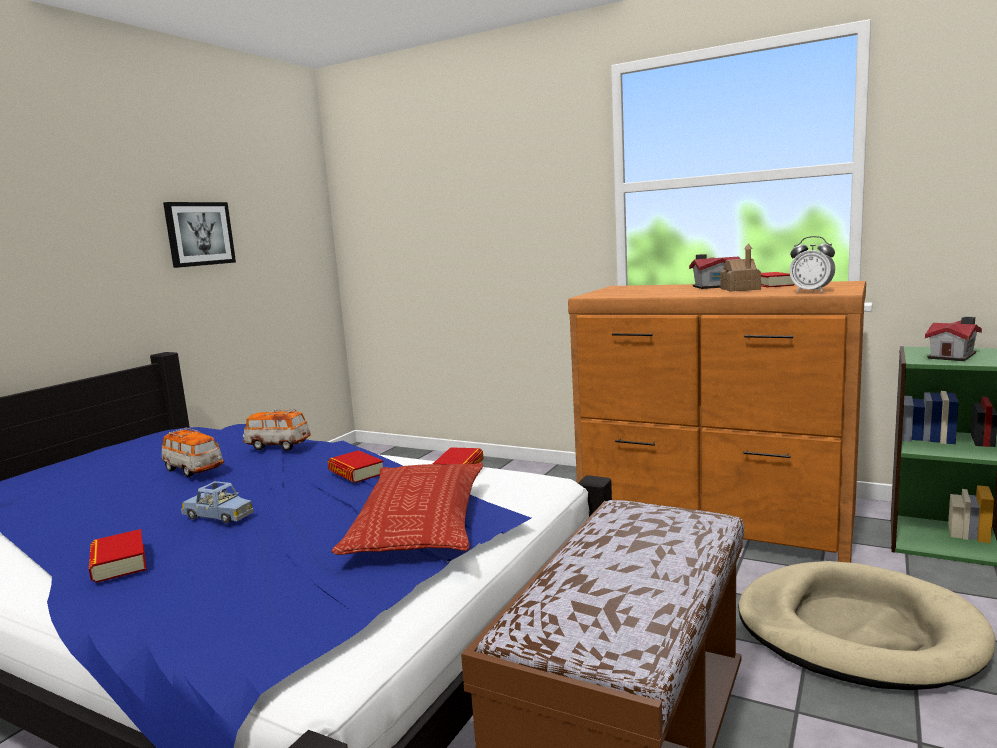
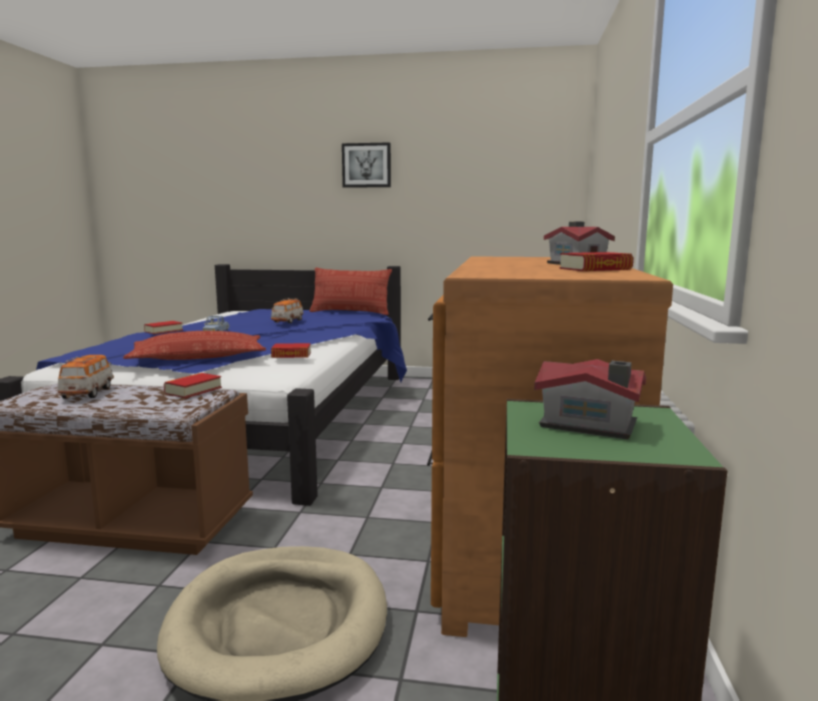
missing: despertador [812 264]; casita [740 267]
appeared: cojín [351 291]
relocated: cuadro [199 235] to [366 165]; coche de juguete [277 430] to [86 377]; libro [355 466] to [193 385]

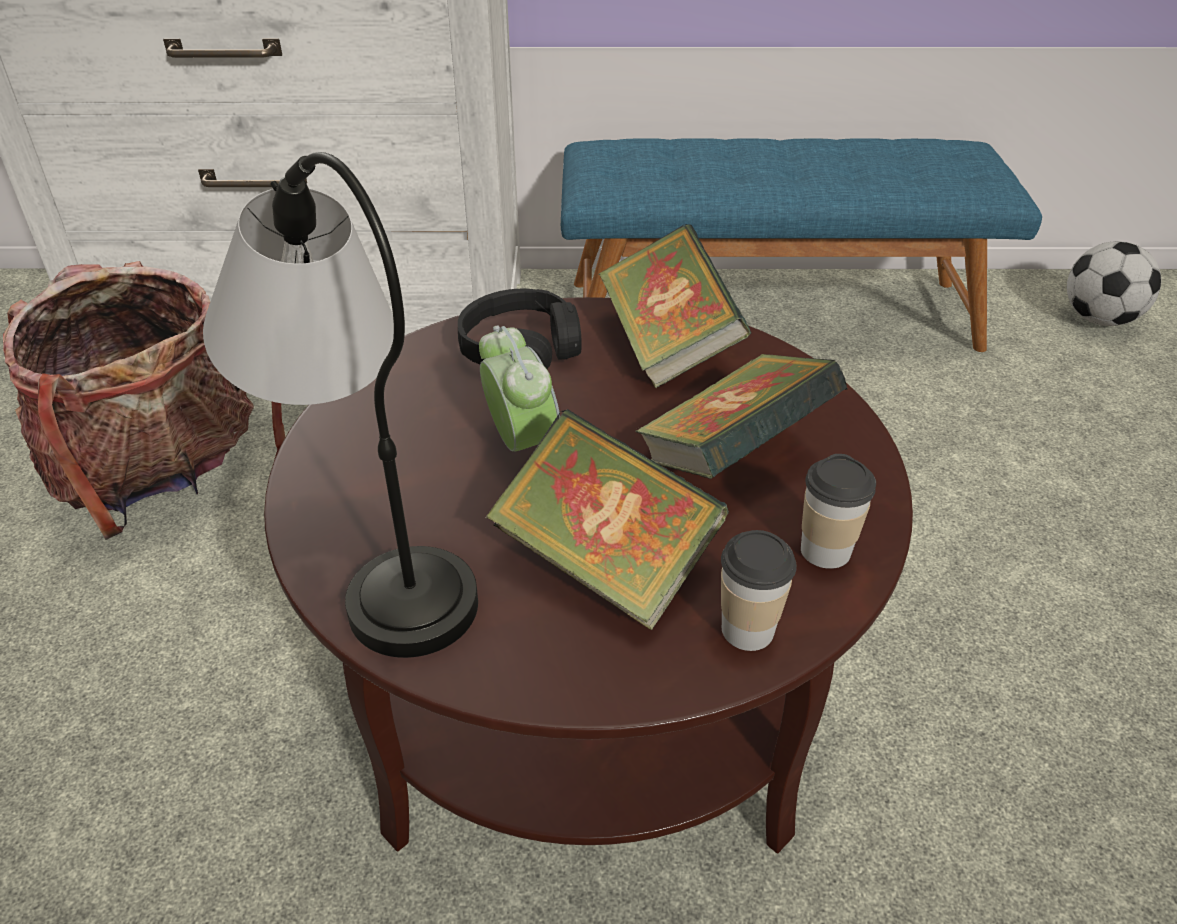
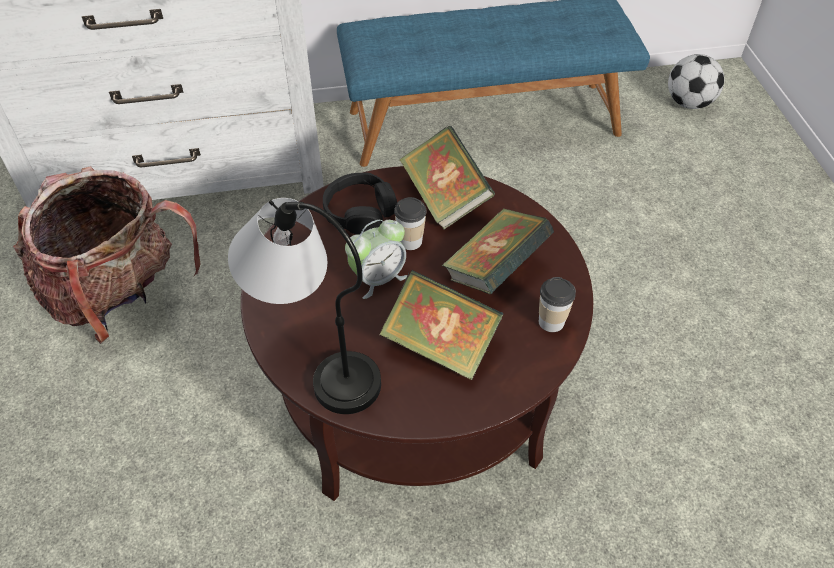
relocated: taza [759 590] to [410 223]
spun: despertador [519 388] = [376 259] 90 degrees clockwise

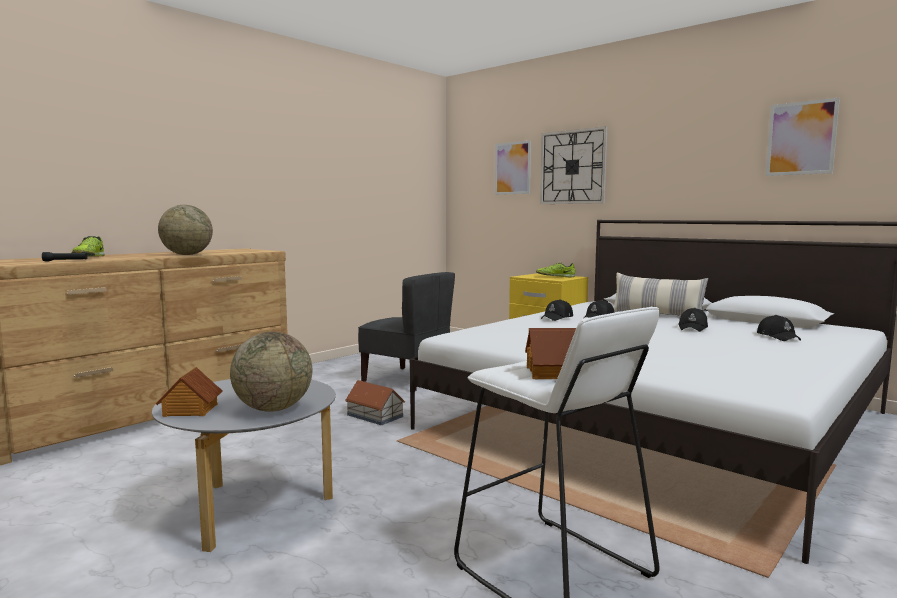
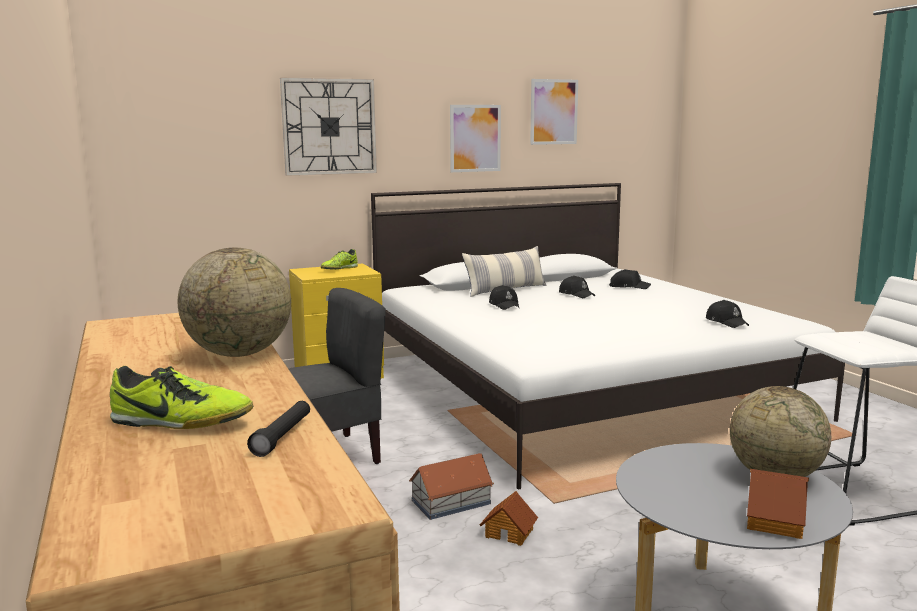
relocated: cuadro [513 168] to [475 138]; gorra [negro] [557 310] to [727 314]; casita [550 353] to [509 518]

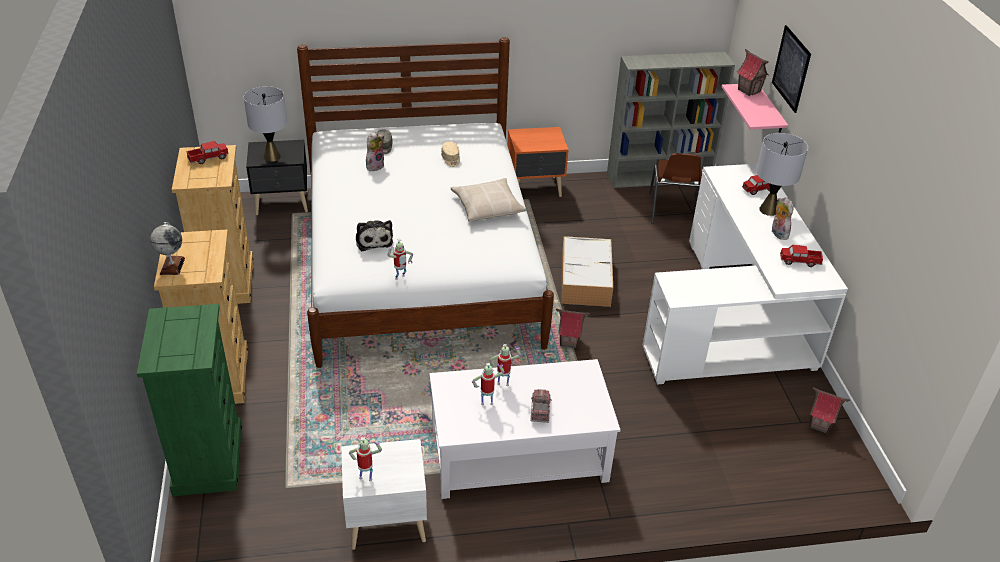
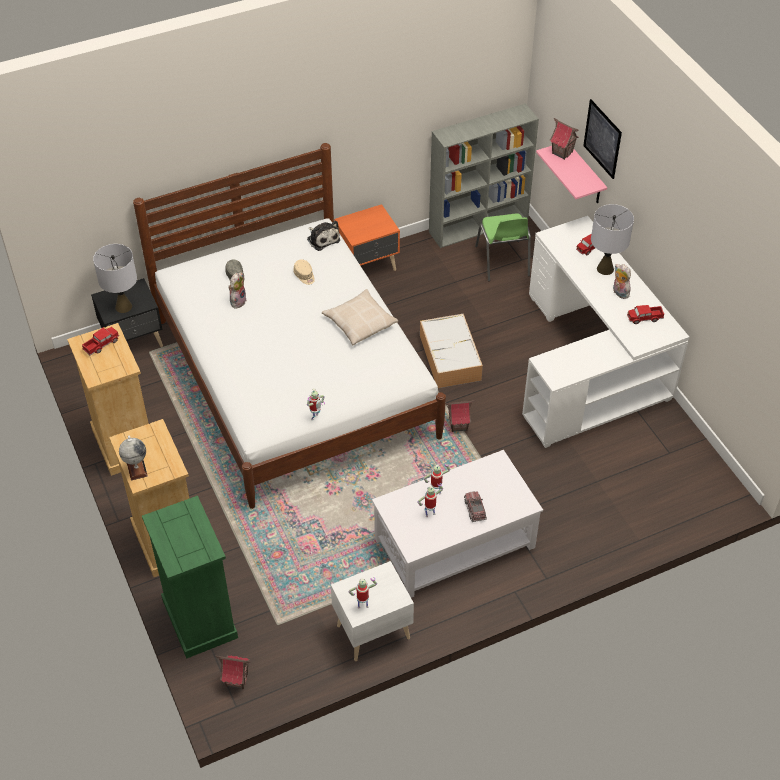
relocated: peluche [374 235] to [323 236]; casita [829 410] to [233 673]
colour: silla [marrón] [676 188] to silla [verde] [503 247]

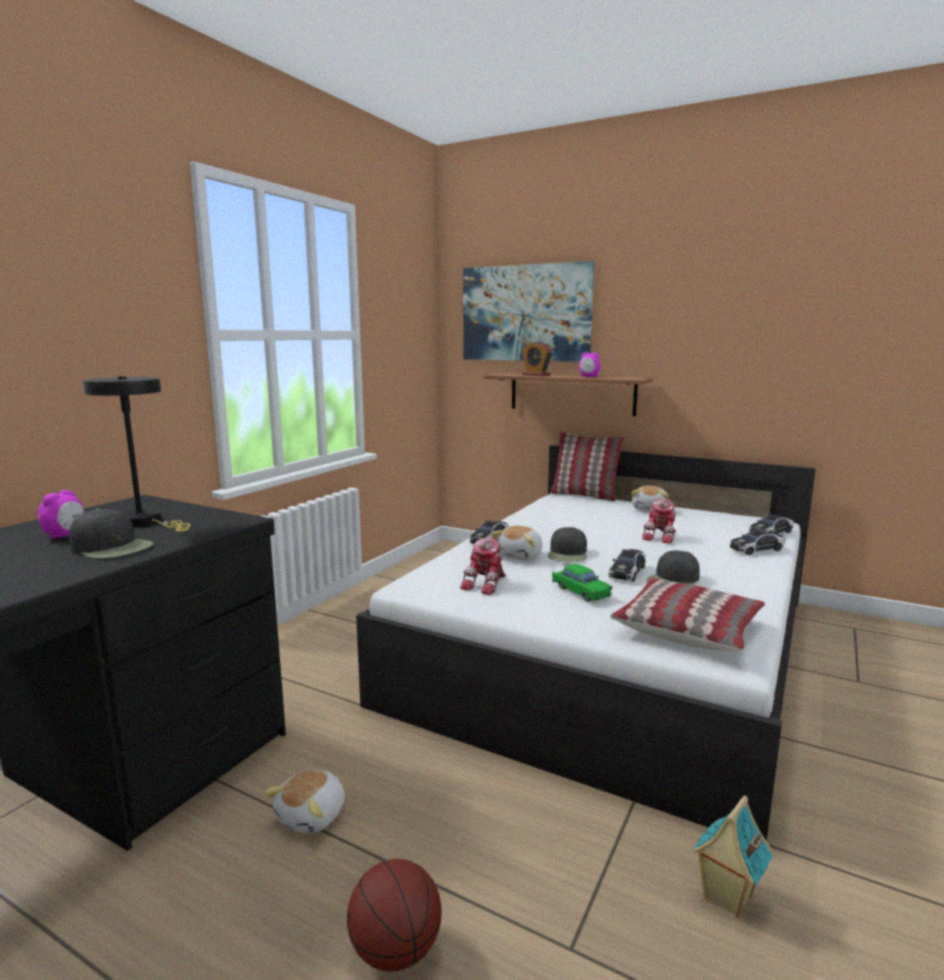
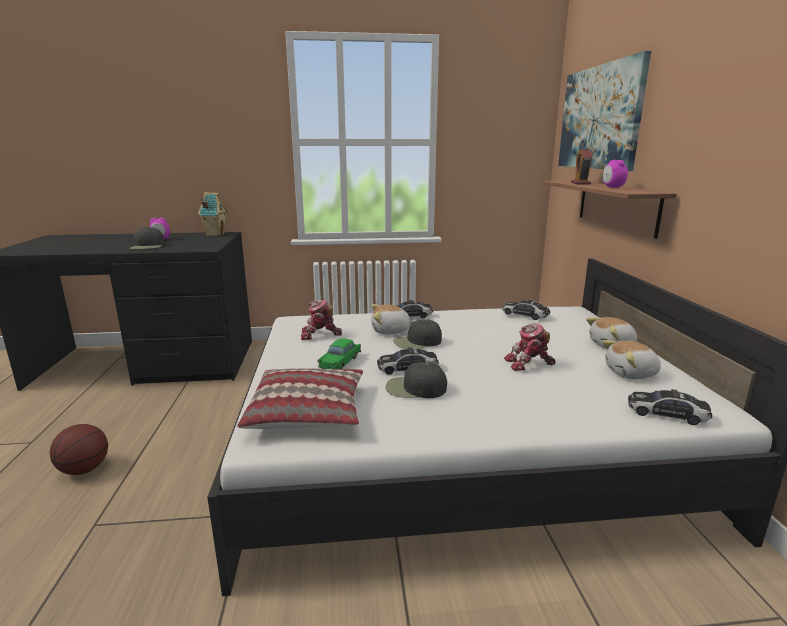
missing: lámpara de mesa [negro] [136 454]; cojín [587 466]
relocated: coche de juguete [757 542] to [526 309]; peluche [304 801] to [631 359]; casita [732 857] to [213 214]

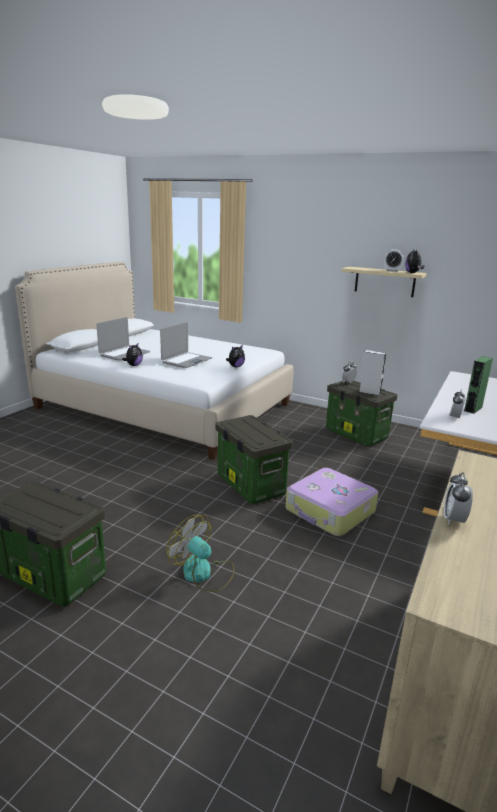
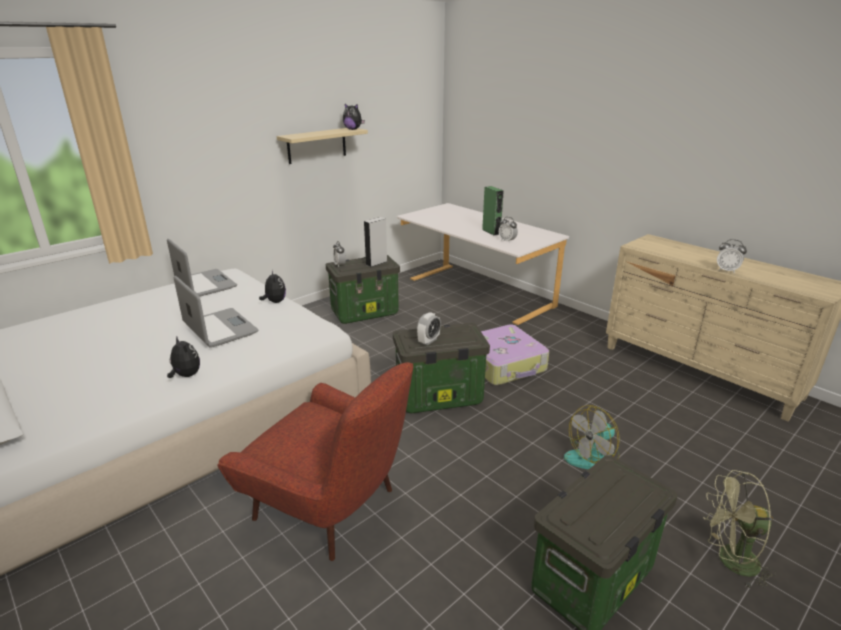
appeared: sillón [rojo] [315 461]; ventilador [verde] [739 529]
relocated: despertador [394 260] to [429 328]; portátil [123 339] to [202 268]

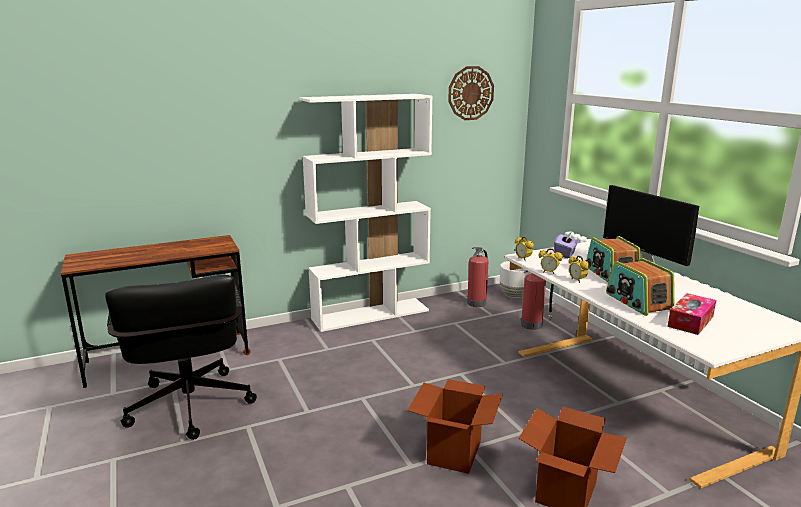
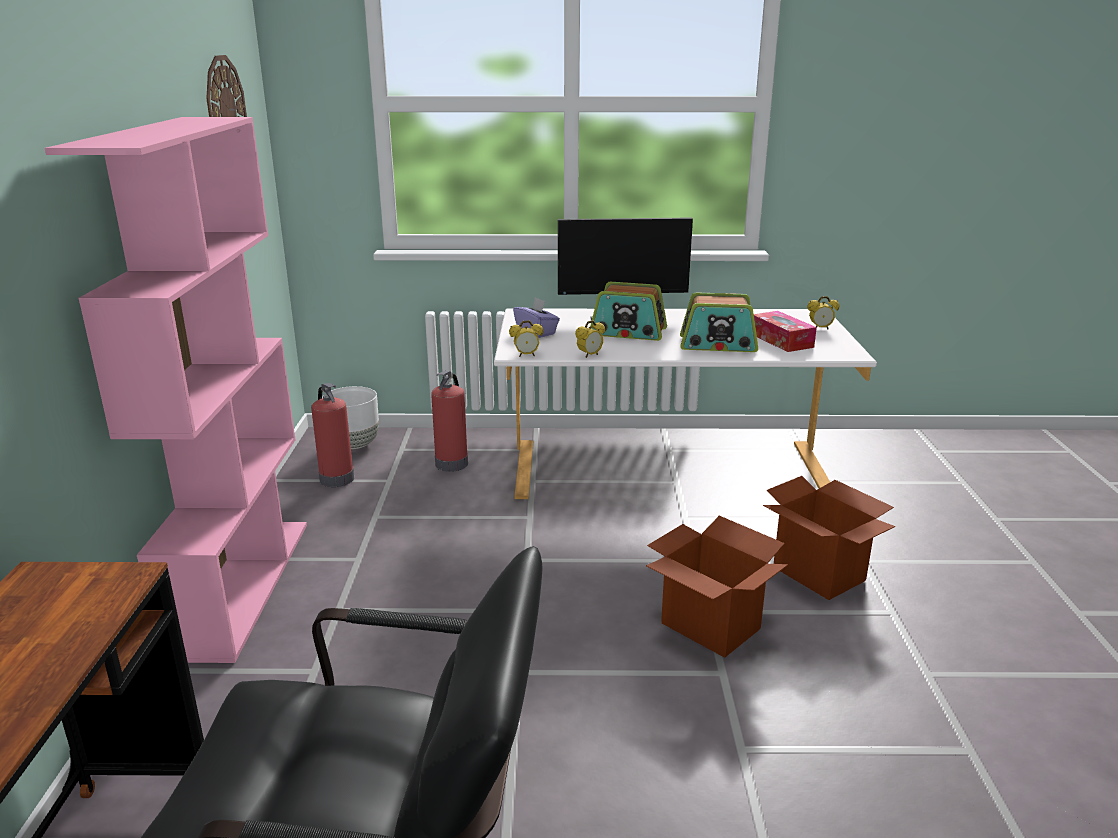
relocated: despertador [579 269] to [823 312]
colour: estantería [blanco] [366 213] to estantería [rosa] [176 390]

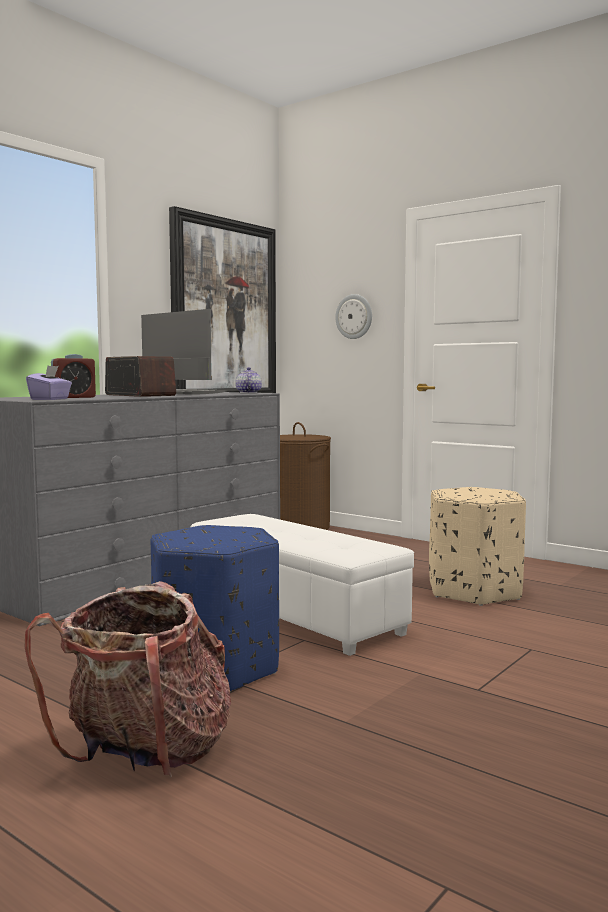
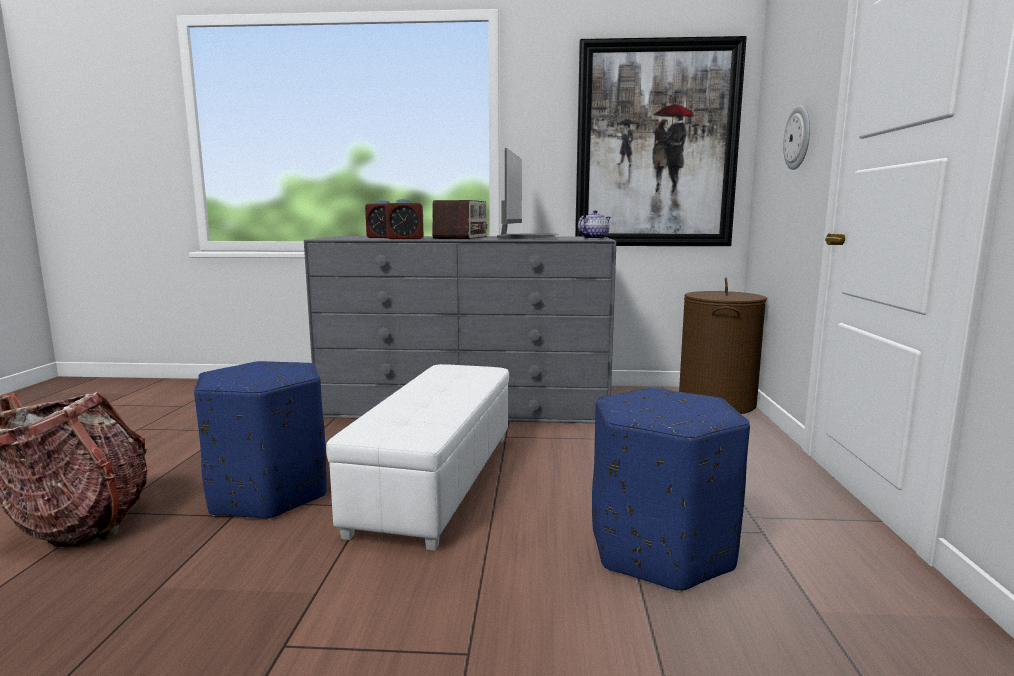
missing: caja de pañuelos [morado] [49 383]
appeared: despertador [405 219]
colour: puf [beis] [477 546] to puf [azul] [671 490]

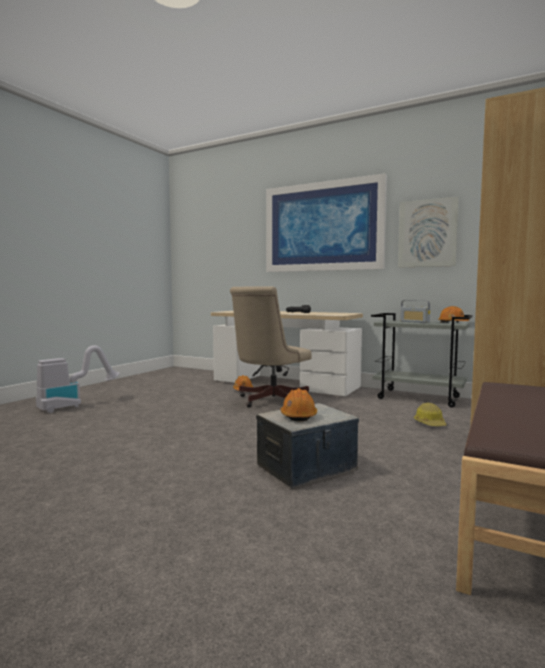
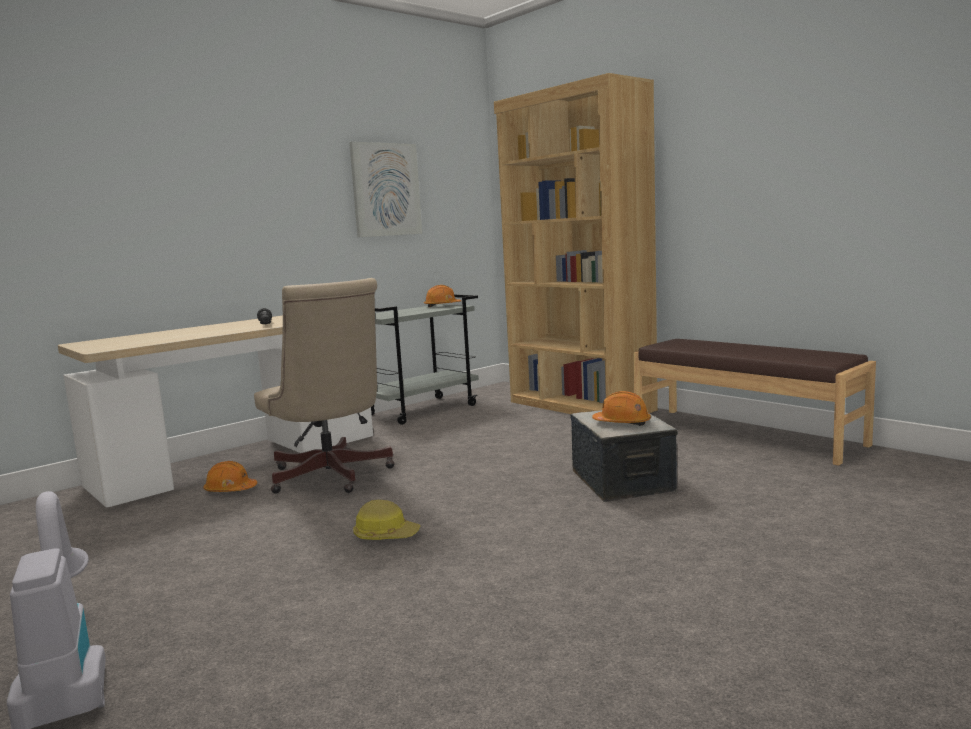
missing: cuadro [326 222]; radio [415 311]
relocated: casco [430 414] to [386 520]

